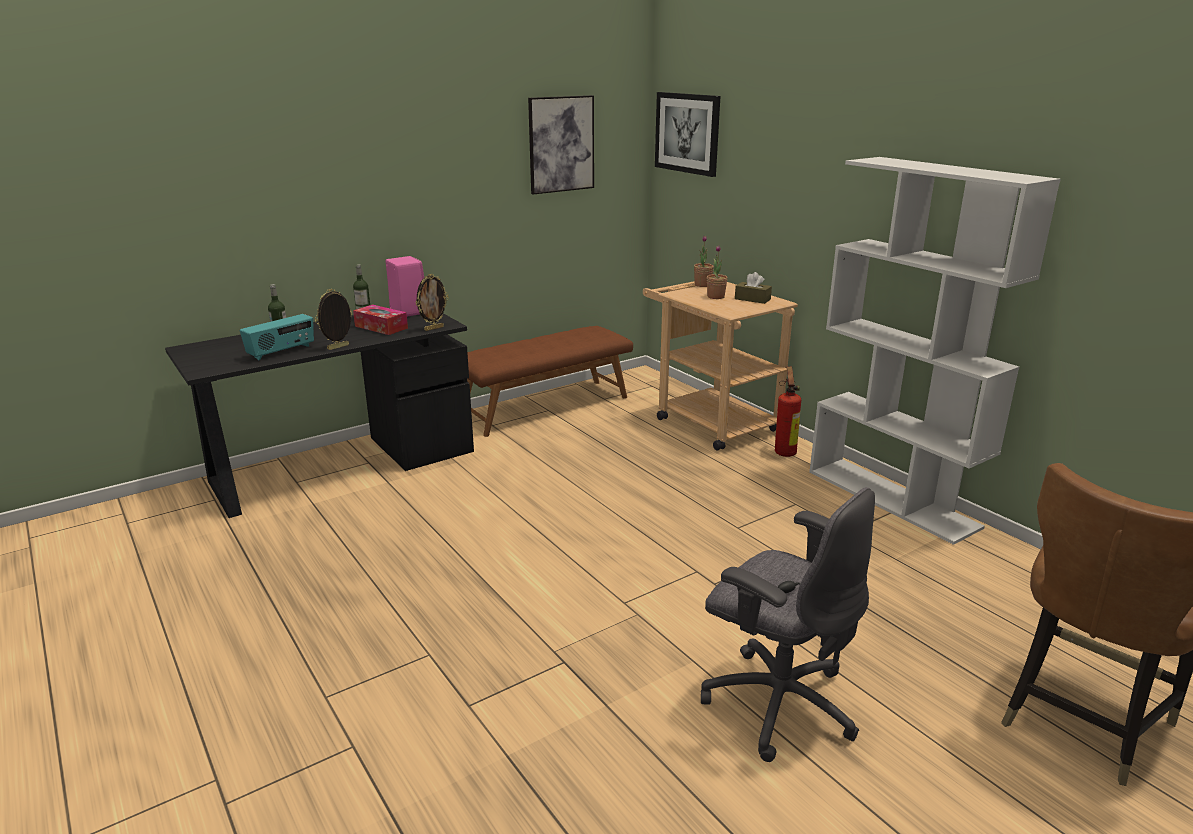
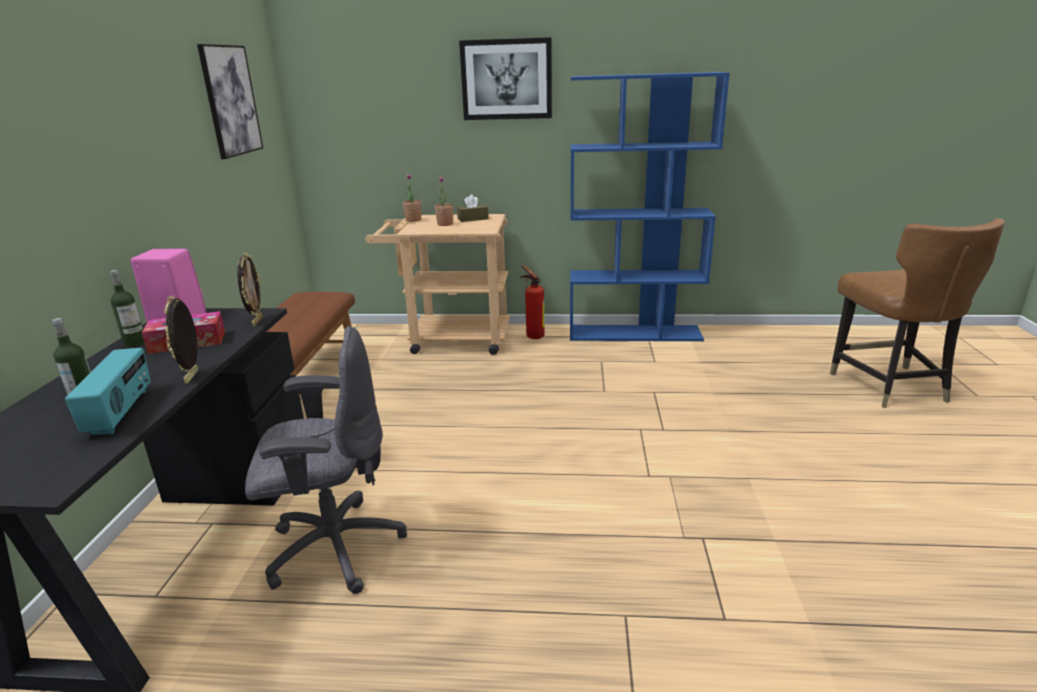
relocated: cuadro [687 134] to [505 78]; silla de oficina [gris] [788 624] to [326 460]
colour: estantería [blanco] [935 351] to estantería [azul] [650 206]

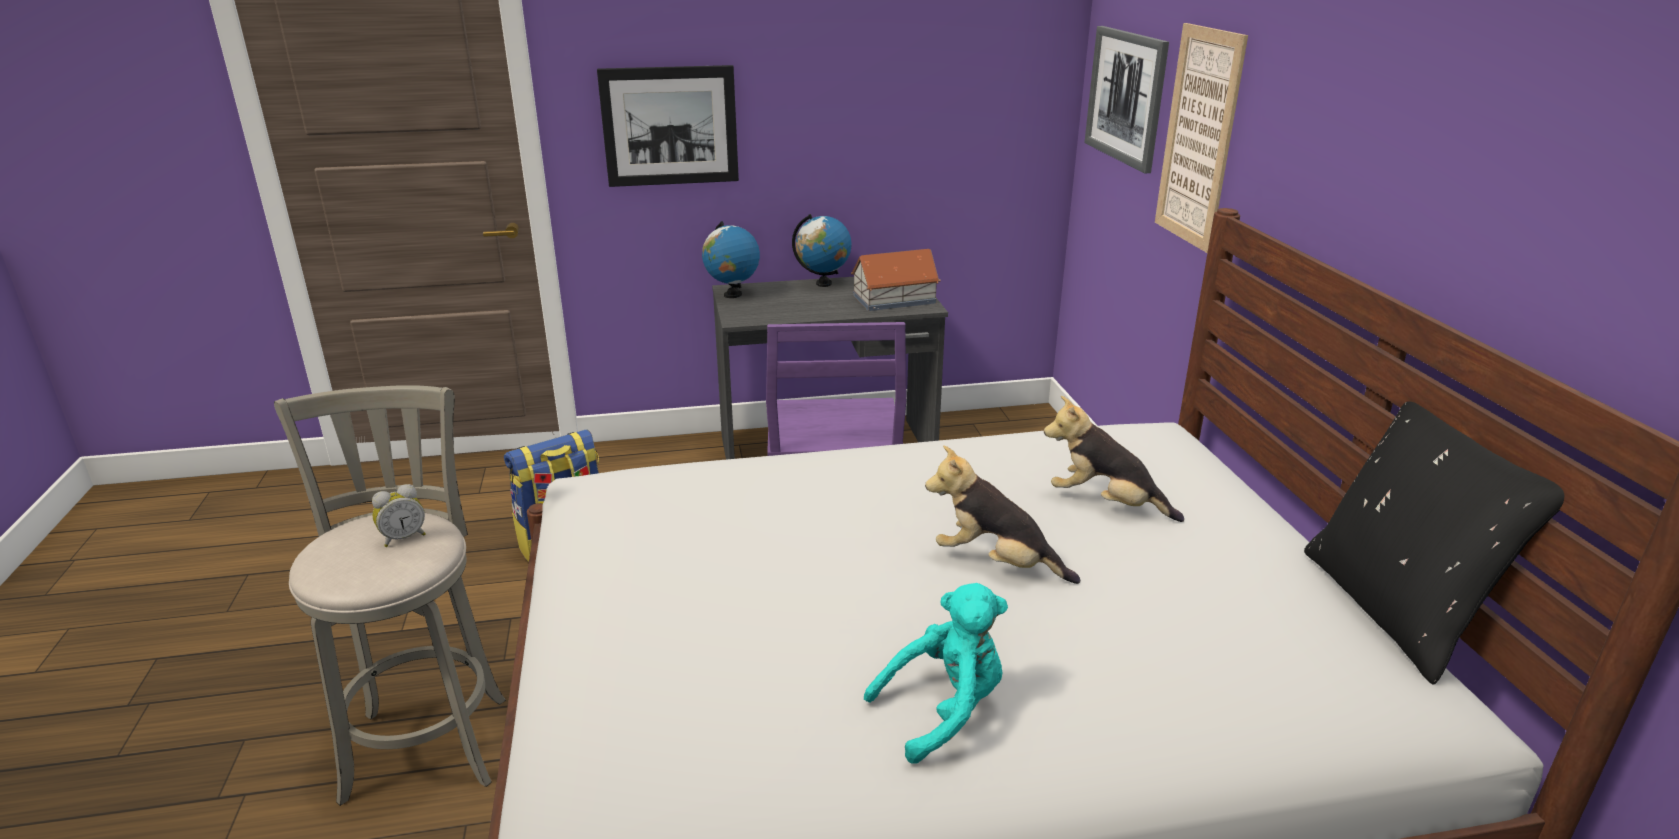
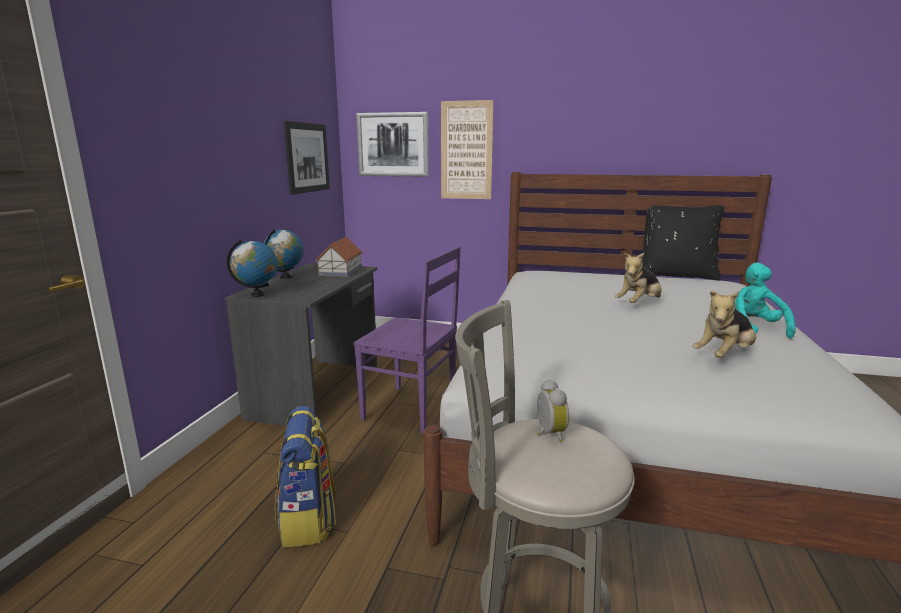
relocated: cuadro [668 126] to [307 158]; peluche [1114 458] to [724 324]

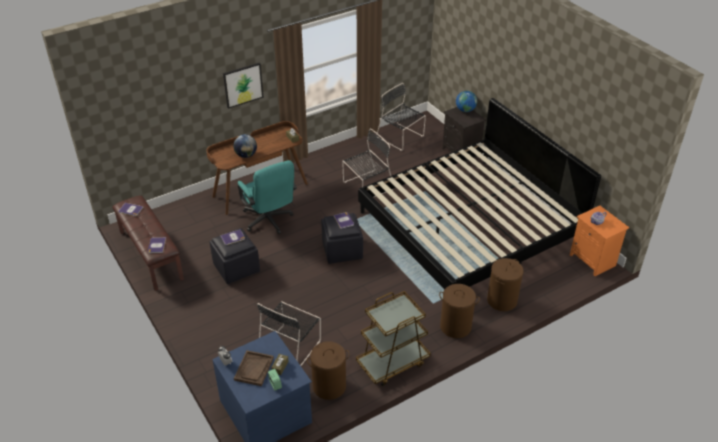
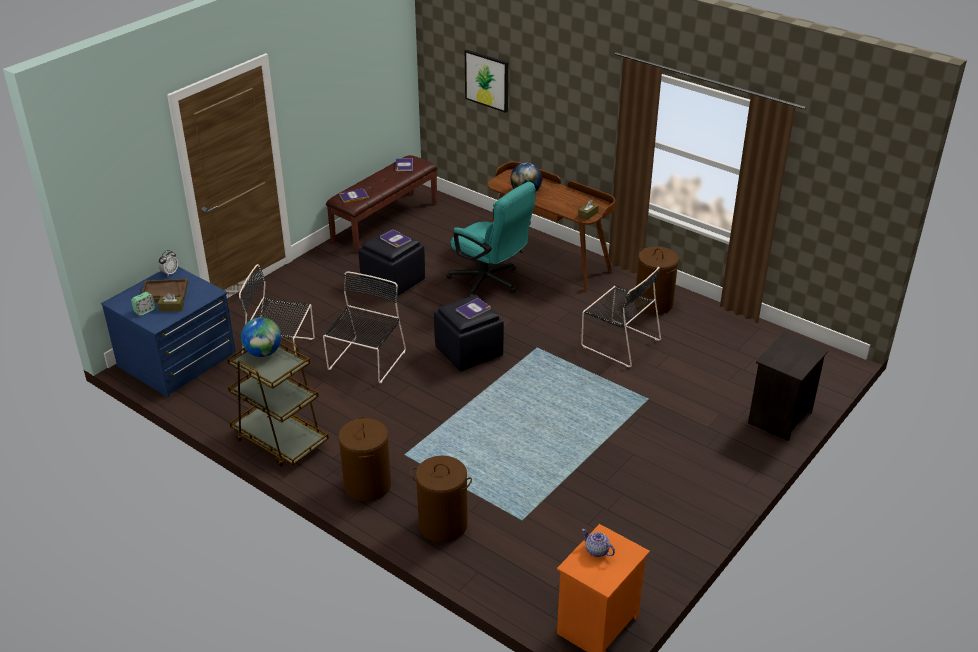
missing: cama [479 194]
relocated: cuadro [243 86] to [486 81]; silla [negro] [401 117] to [364 327]; globo terráqueo [466 101] to [261 337]; cesto de la ropa [marrón] [328 370] to [657 280]
spun: silla de oficina [turquesa] [267 197] = [491 239] 90 degrees counterclockwise

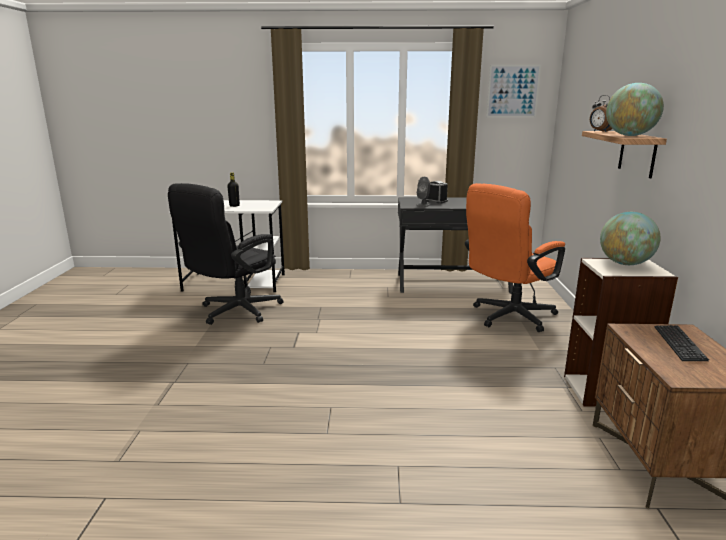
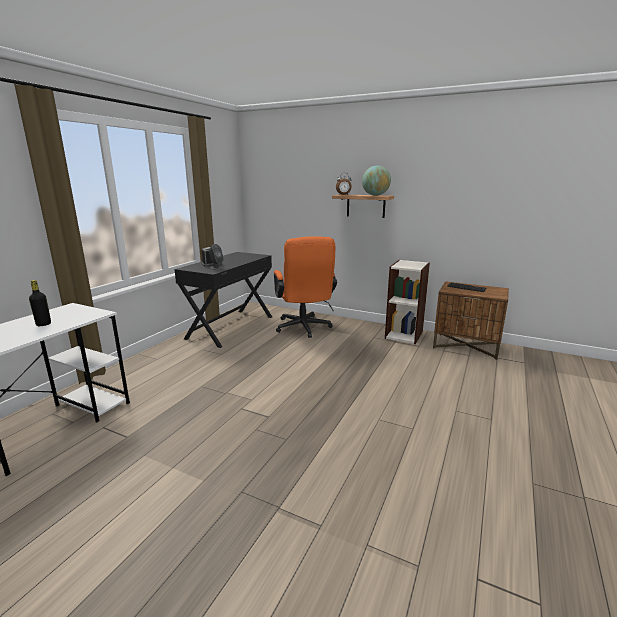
missing: cuadro [513 91]; silla de oficina [negro] [226 254]; globo terráqueo [630 238]

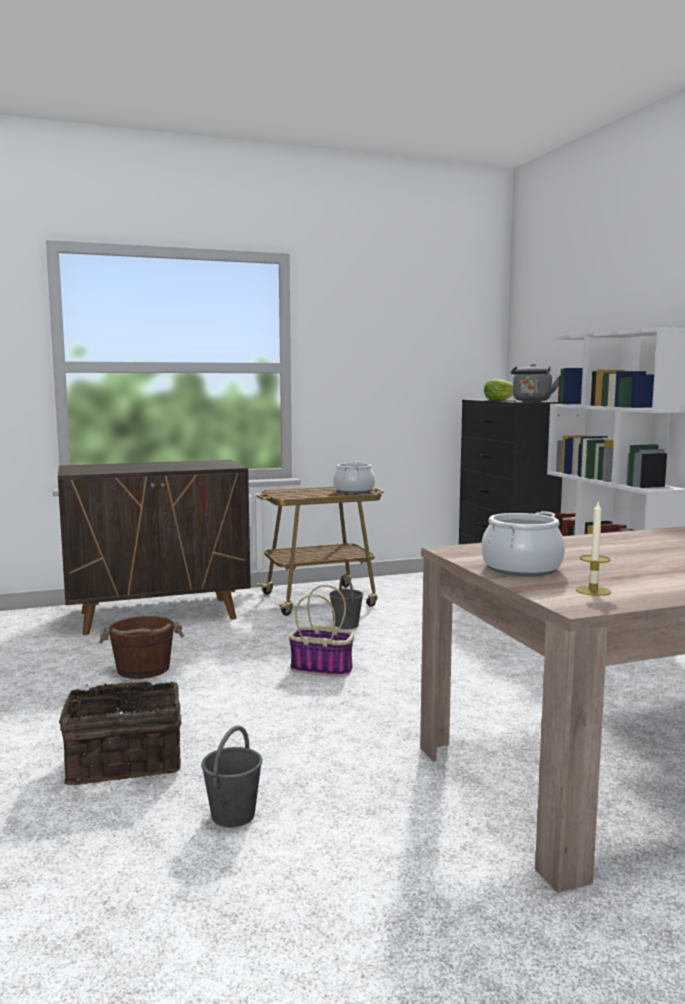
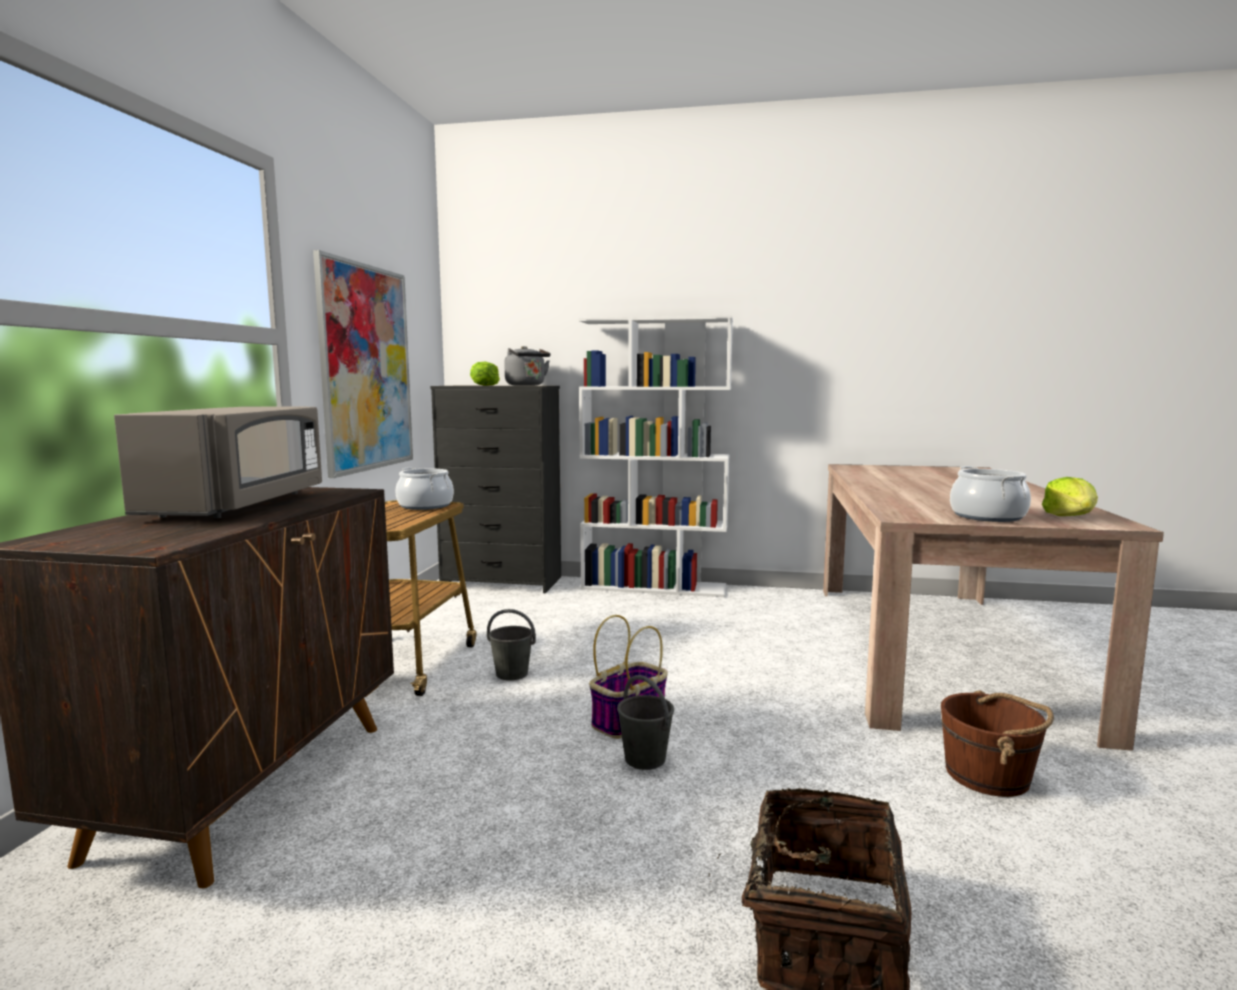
appeared: cuadro [363 364]; microondas [gris] [218 462]
relocated: cubo [marrón] [141 647] to [997 743]; cubo [gris] [231 777] to [645 722]
exchanged: vela [593 548] to lechuga [1070 496]

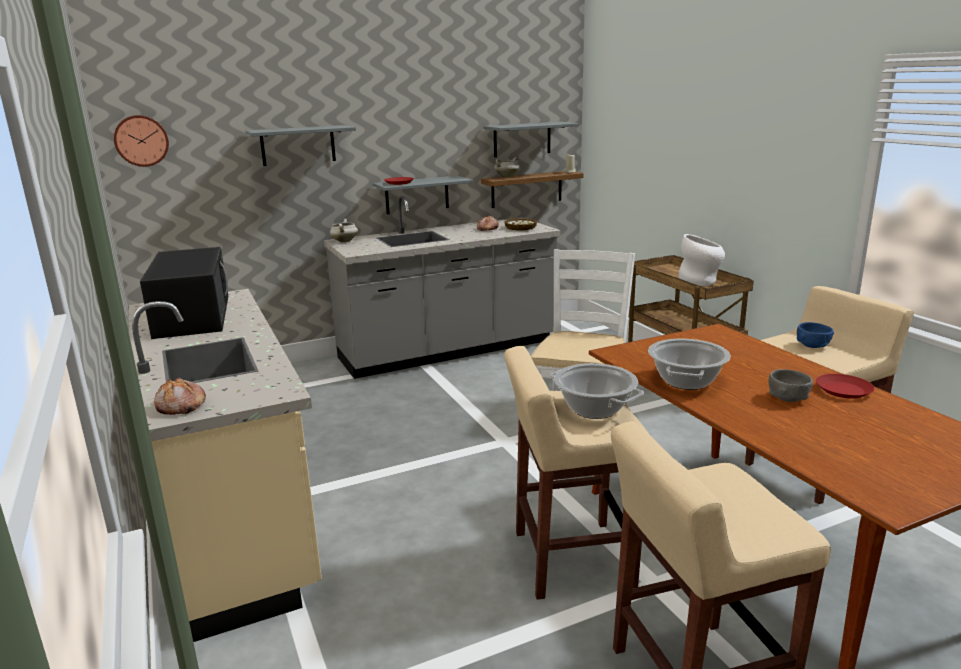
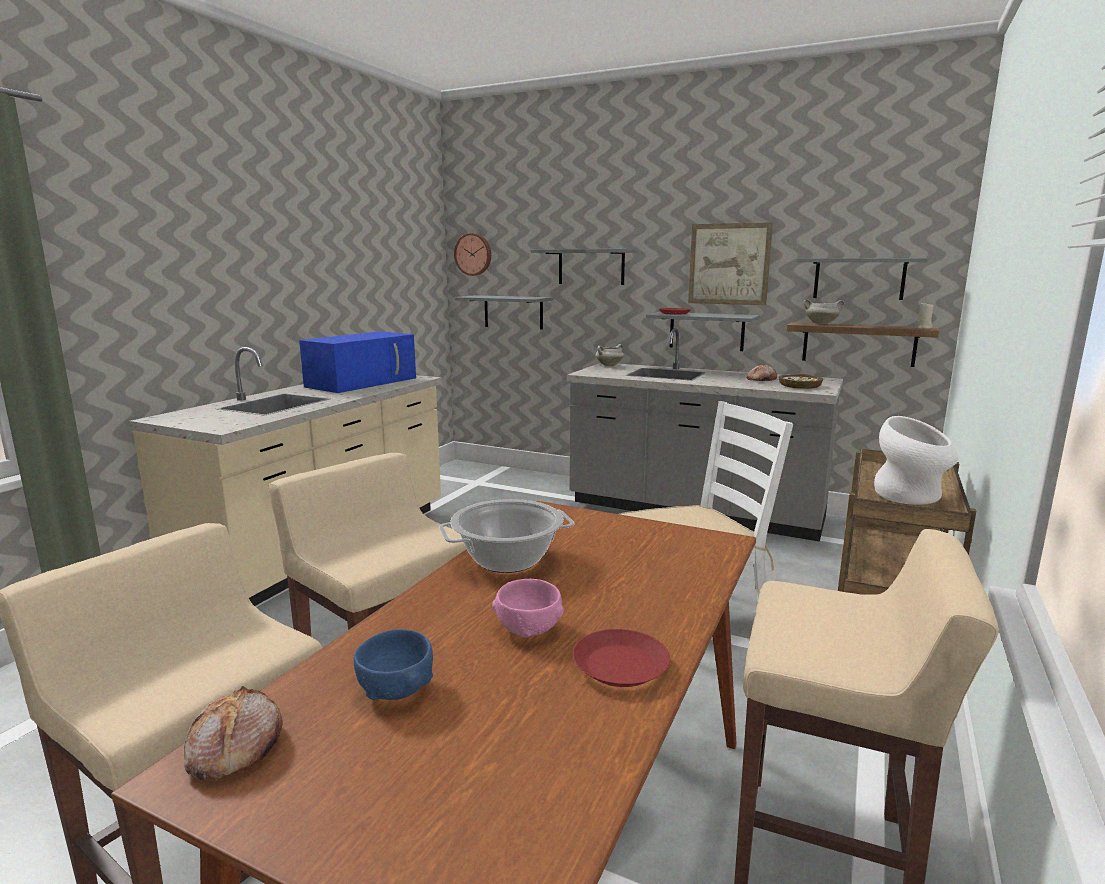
missing: olla [597 391]
appeared: cuadro [730 263]; estante [gris] [504 312]
relocated: cuenco [azul] [815 335] to [393 664]; pan [180 396] to [233 733]
colour: microondas [negro] [184 293] to microondas [azul] [357 362]; cuenco [gris] [791 385] to cuenco [rosa] [528 608]

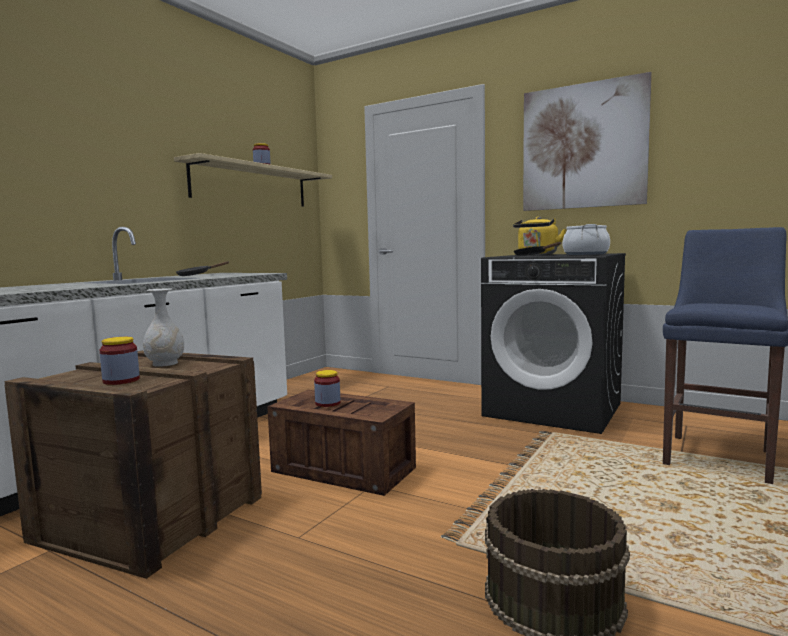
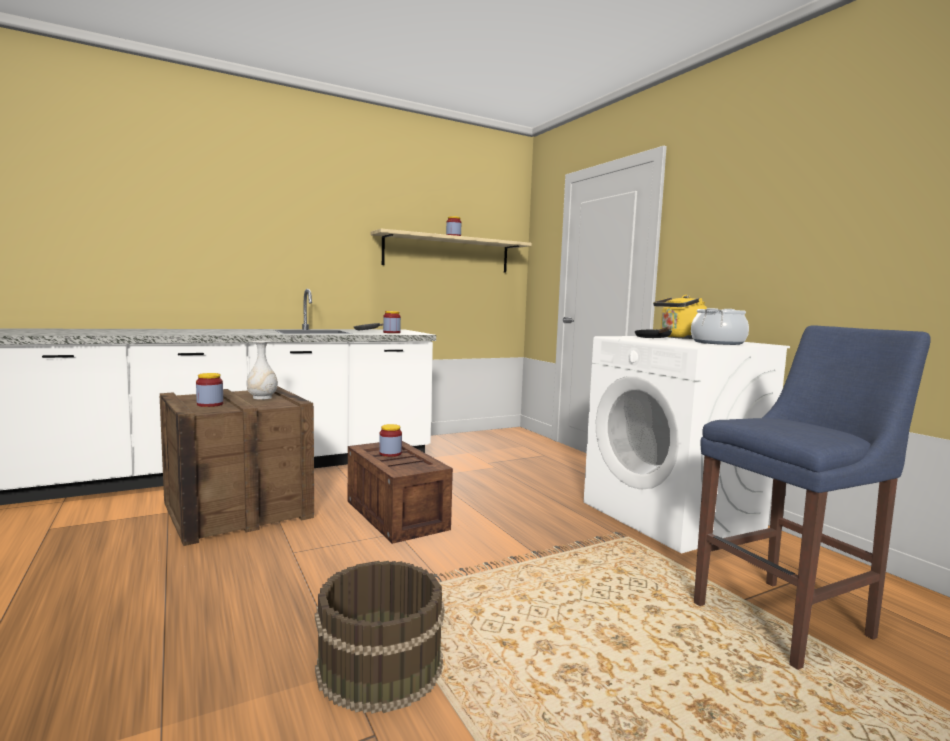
missing: cuadro [587 141]
appeared: tarro [392 322]
colour: lavadora [negro] [553 343] to lavadora [blanco] [687 444]

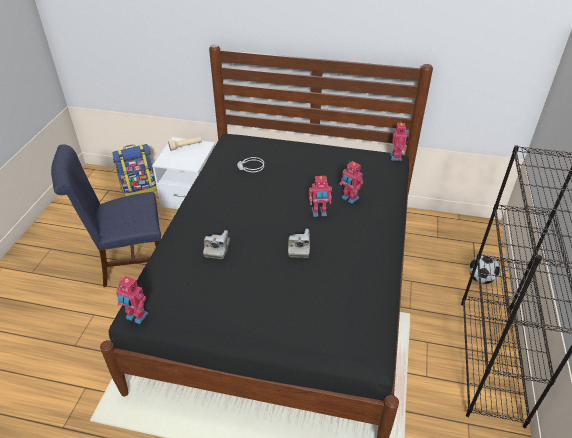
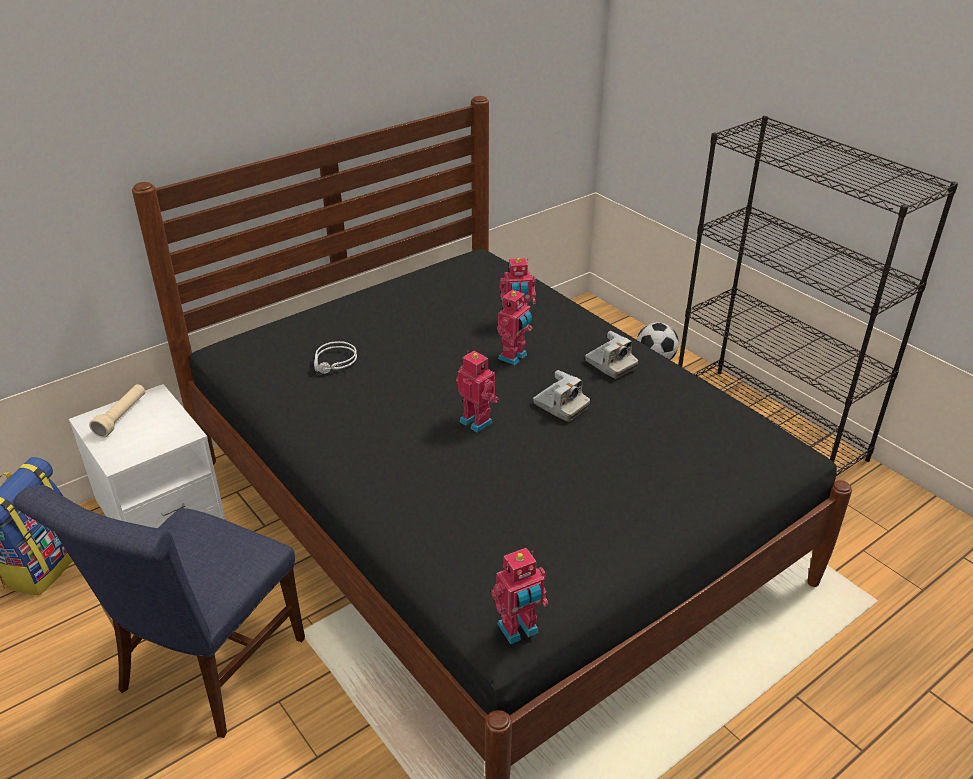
relocated: robot de juguete [399 142] to [477 391]; cámara [216 244] to [611 355]

